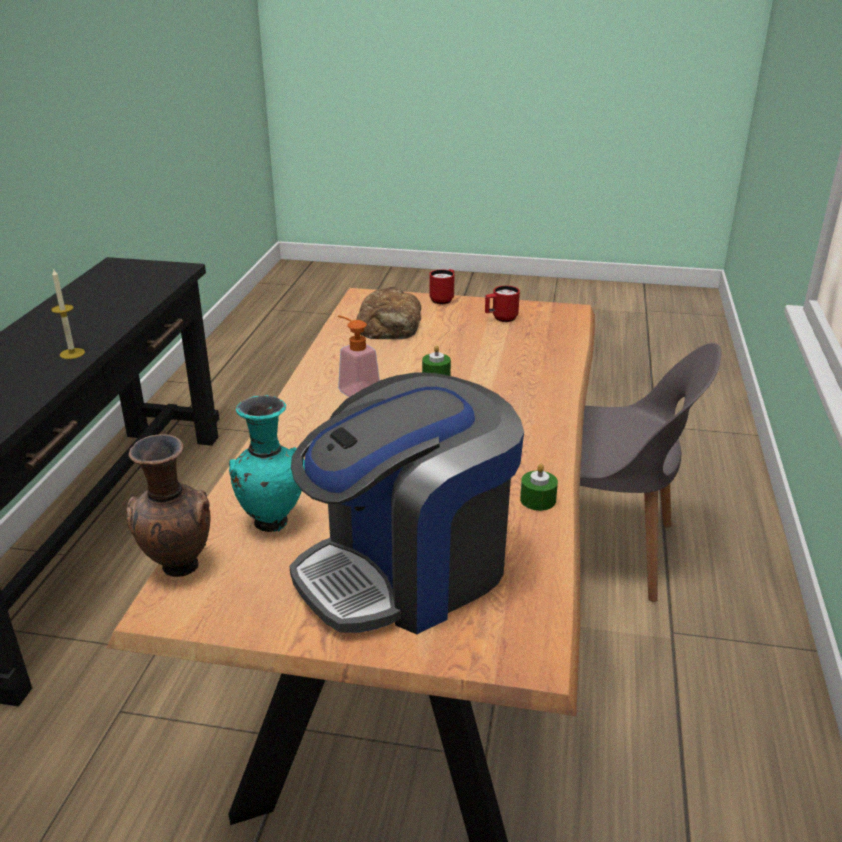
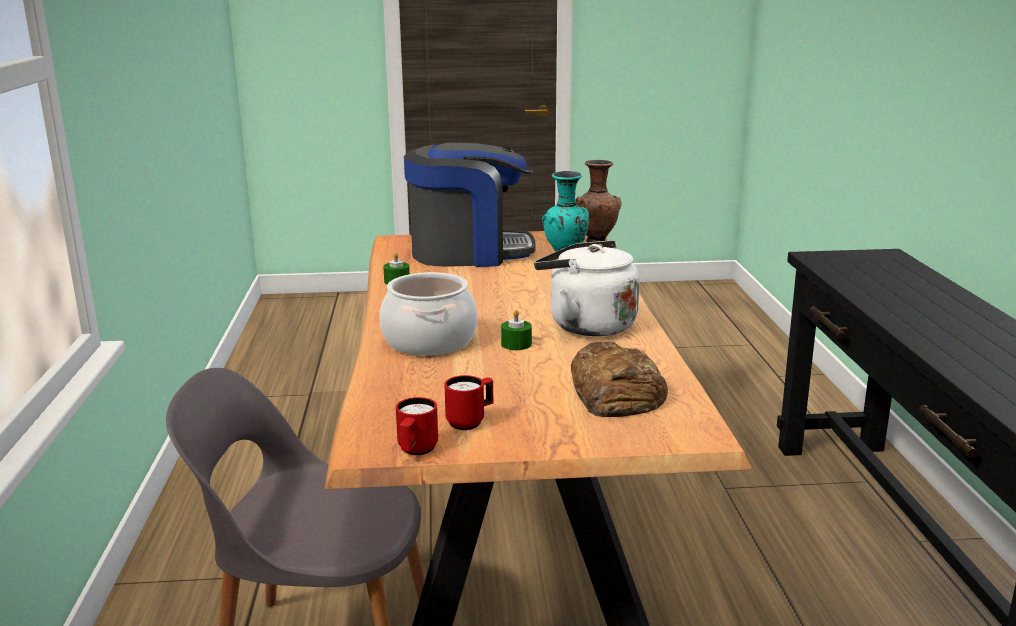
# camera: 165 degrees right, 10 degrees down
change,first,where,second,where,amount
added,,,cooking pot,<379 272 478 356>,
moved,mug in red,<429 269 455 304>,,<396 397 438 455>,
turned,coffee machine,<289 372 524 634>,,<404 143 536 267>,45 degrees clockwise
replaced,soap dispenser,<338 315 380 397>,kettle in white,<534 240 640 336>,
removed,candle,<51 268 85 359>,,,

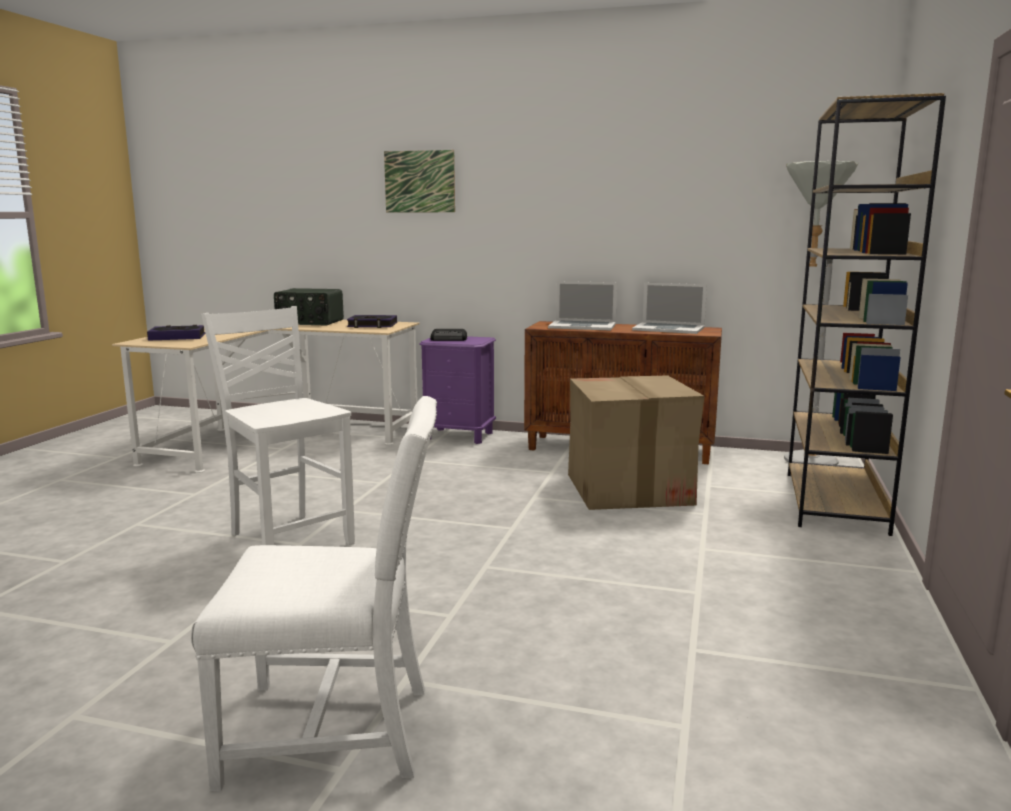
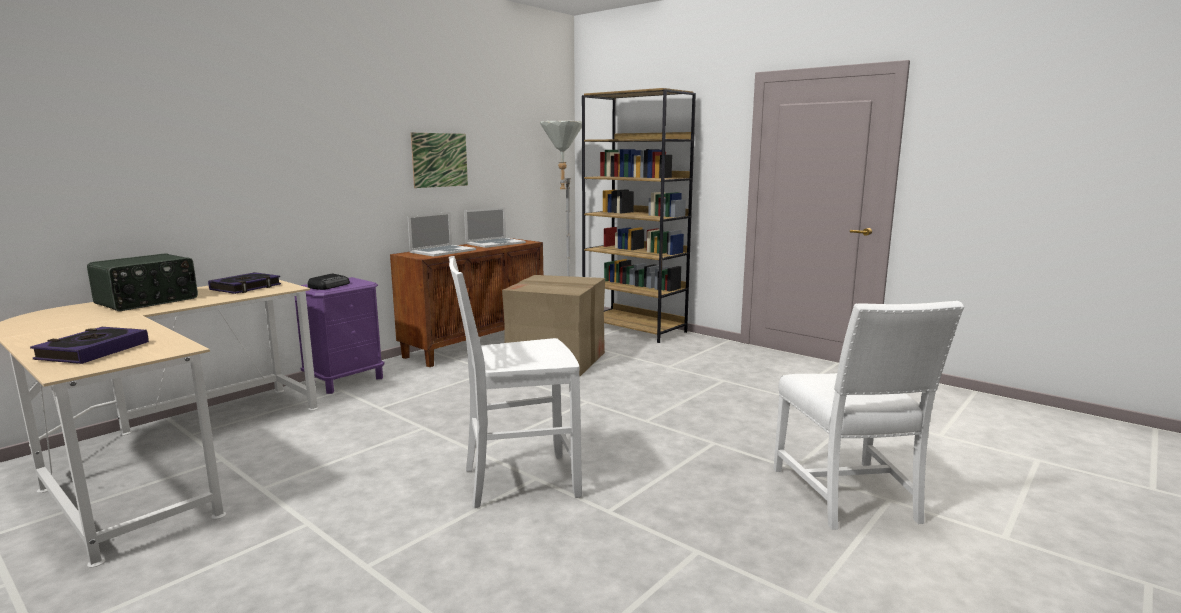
# camera: 65 degrees left, 0 degrees up
change,first,where,second,where,amount
moved,picture,<384 150 455 212>,,<411 133 468 188>,
turned,chair in white,<191 396 437 791>,,<773 301 964 530>,150 degrees clockwise

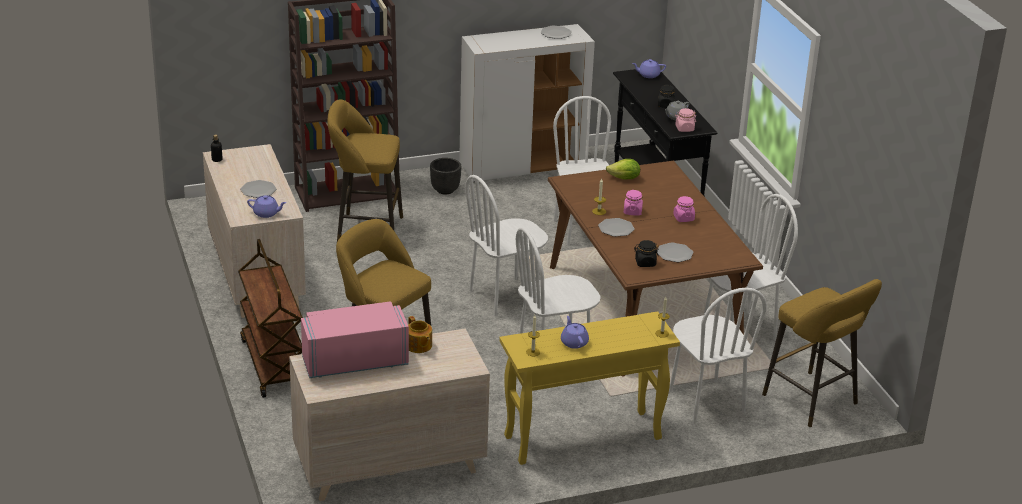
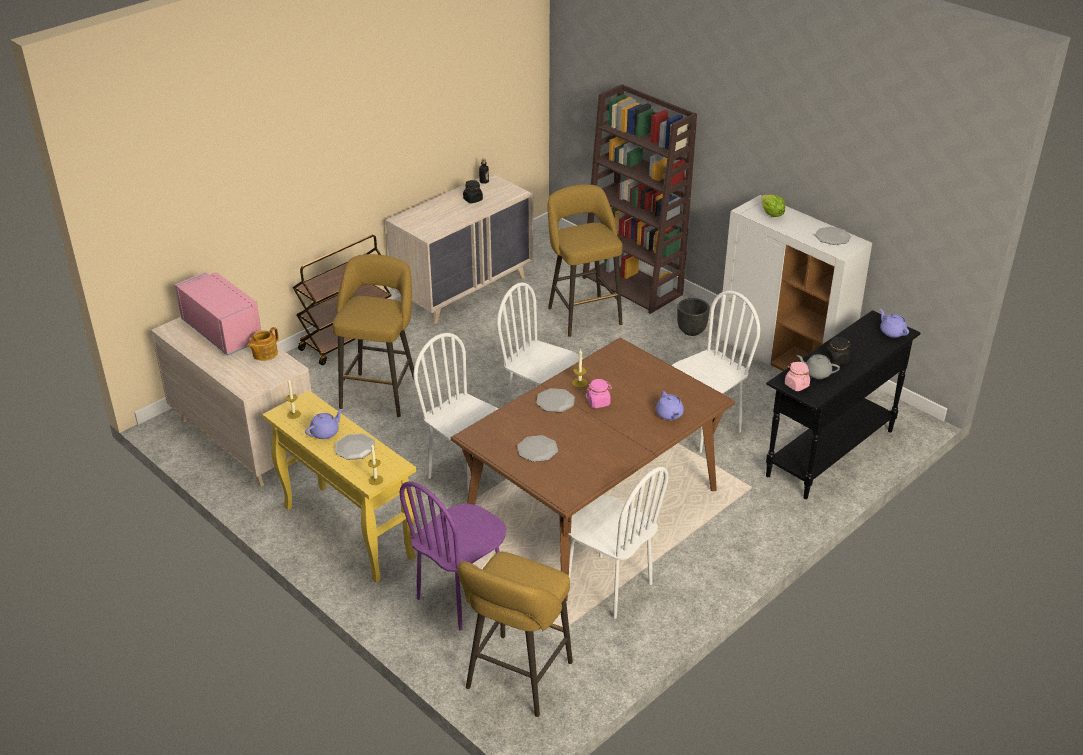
# camera: 65 degrees right, 5 degrees up
change,first,where,second,where,amount
moved,plate,<240 180 276 198>,,<335 433 375 460>,
recoloured,chair in white,<669 288 767 424>,chair in purple,<400 482 506 631>,
moved,jar in black,<635 240 659 267>,,<463 180 483 203>,
moved,teapot in purple,<247 195 286 218>,,<656 391 684 420>,
moved,lettuce,<606 159 640 179>,,<761 194 785 217>,
removed,jar in pink,<673 196 695 222>,,,

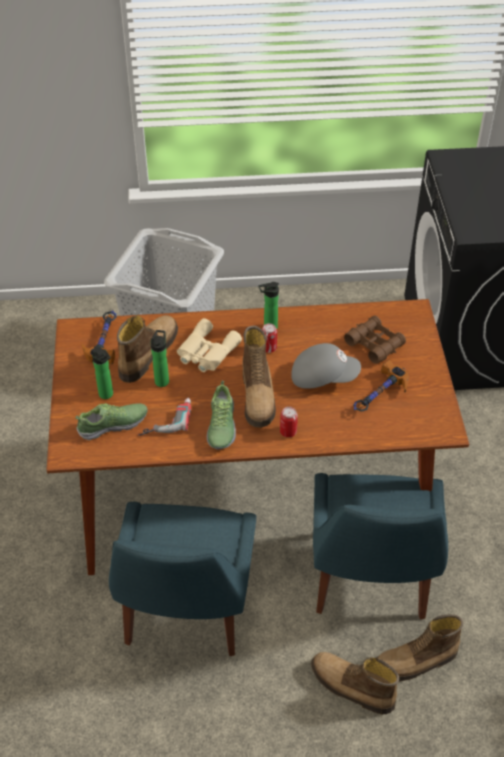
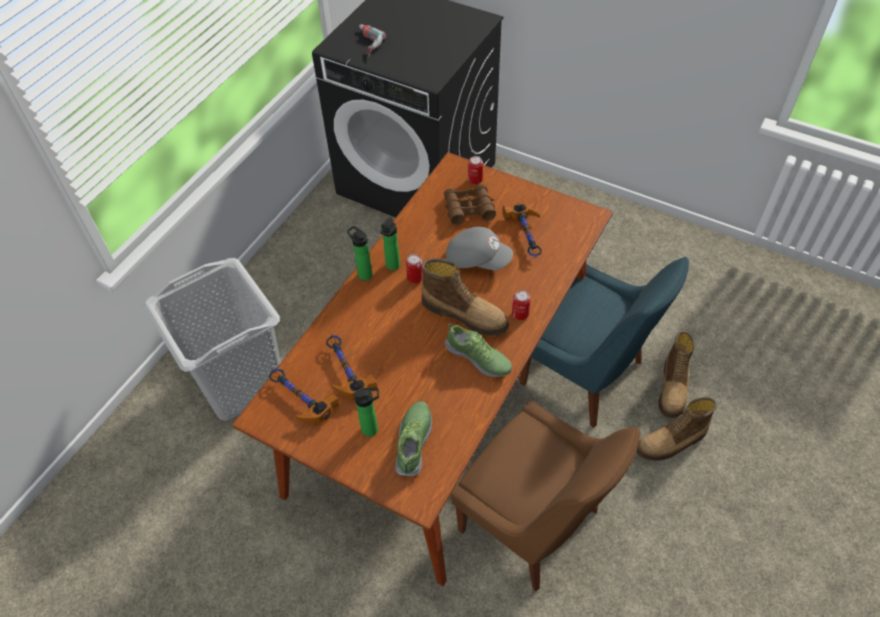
# camera: 55 degrees left, 5 degrees up
change,first,where,second,where,amount
replaced,boot,<117 315 178 383>,hammer,<326 334 377 399>,
moved,bottle,<151 330 169 387>,,<347 226 372 281>,
moved,power drill,<138 397 191 436>,,<359 24 386 58>,
turned,cap in grey,<291 343 361 389>,,<446 227 513 270>,75 degrees clockwise
recoloured,chair in blue,<109 502 256 656>,chair in brown,<450 401 641 591>,
added,,,can,<468 156 483 184>,
removed,binoculars in beige,<177 318 242 372>,,,

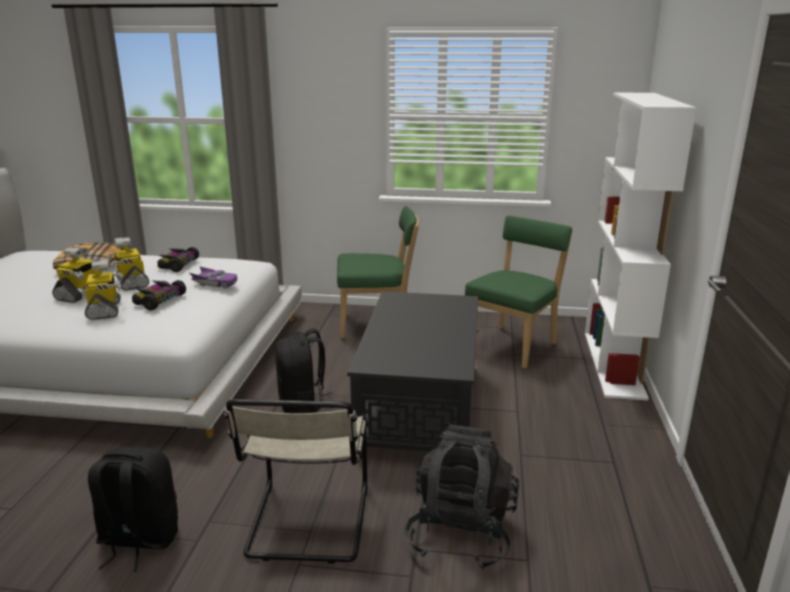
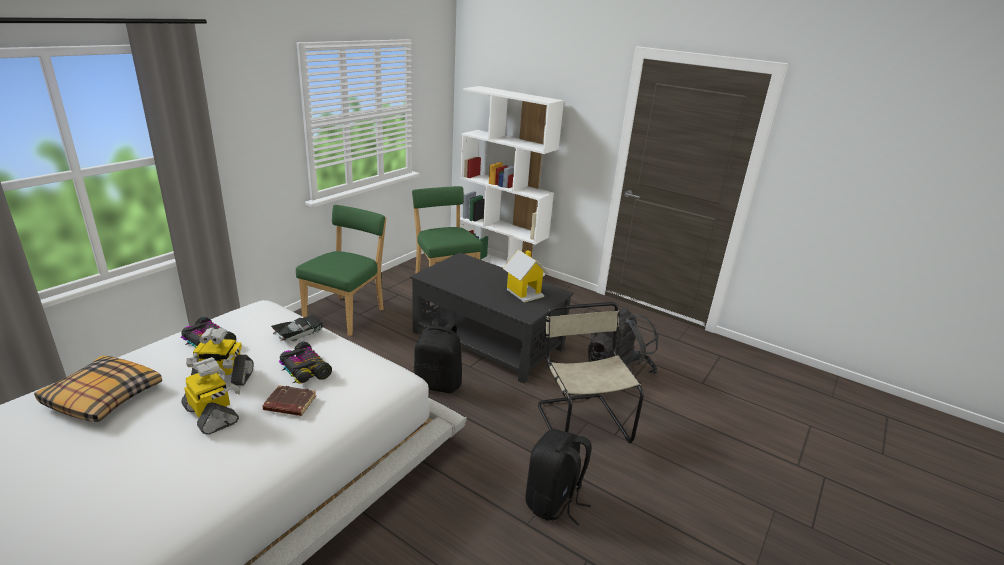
# camera: 65 degrees left, 5 degrees up
change,first,where,second,where,amount
replaced,toy robot,<85 259 123 320>,book in brown,<263 385 316 416>,
recoloured,toy car in purple,<190 266 238 289>,toy car in black,<271 316 323 342>,
added,,,toy house,<503 250 549 302>,
turned,chair in beige,<224 399 368 563>,,<538 302 644 443>,135 degrees counterclockwise

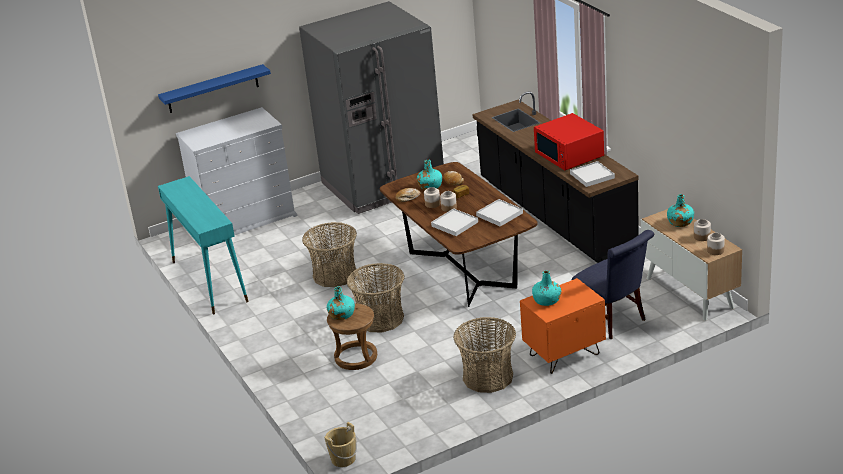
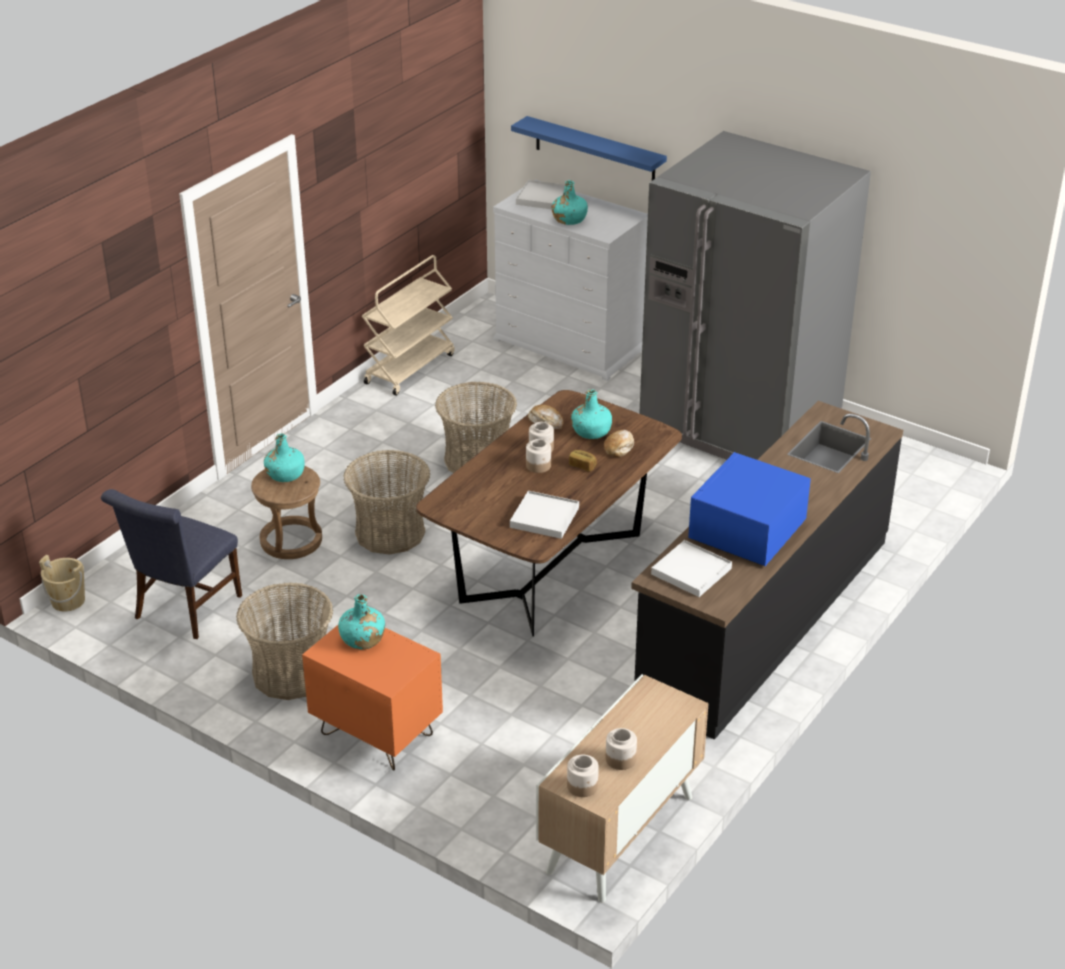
# camera: 60 degrees right, 5 degrees up
change,first,where,second,where,amount
moved,chair in blue,<572 230 654 339>,,<101 489 242 639>,
replaced,console table in turquoise,<158 176 249 314>,cart in beige,<362 255 455 396>,
moved,tray in white,<431 208 478 236>,,<516 180 565 209>,
moved,bottle in turquoise,<667 194 694 227>,,<552 180 588 225>,
recoloured,microwave in red,<534 113 604 170>,microwave in blue,<688 452 811 566>,

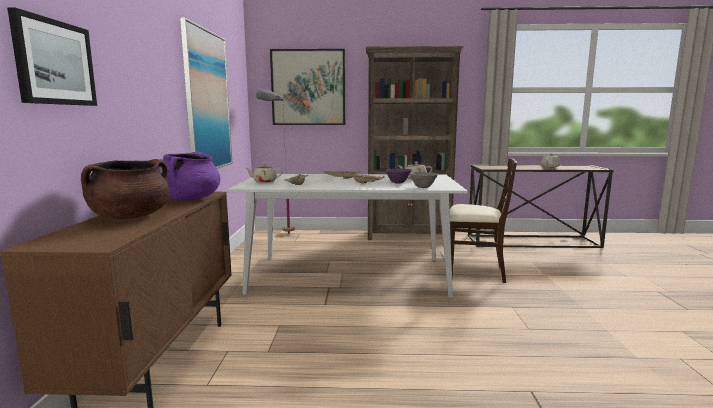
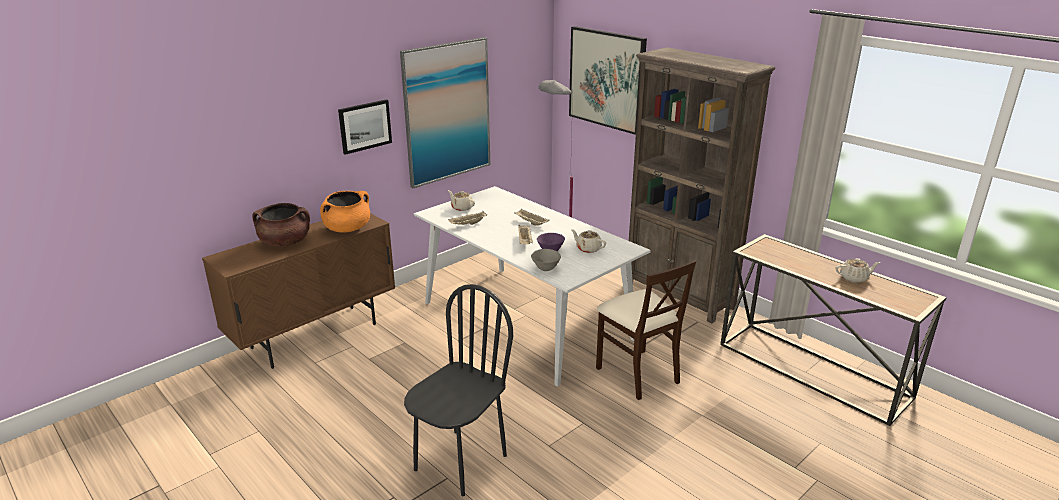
# camera: 45 degrees right, 15 degrees up
change,first,where,second,where,amount
recoloured,cooking pot in purple,<158 152 221 201>,cooking pot in orange,<320 191 370 233>,
moved,picture,<7 7 97 106>,,<338 99 392 155>,
added,,,chair in black,<404 284 513 496>,

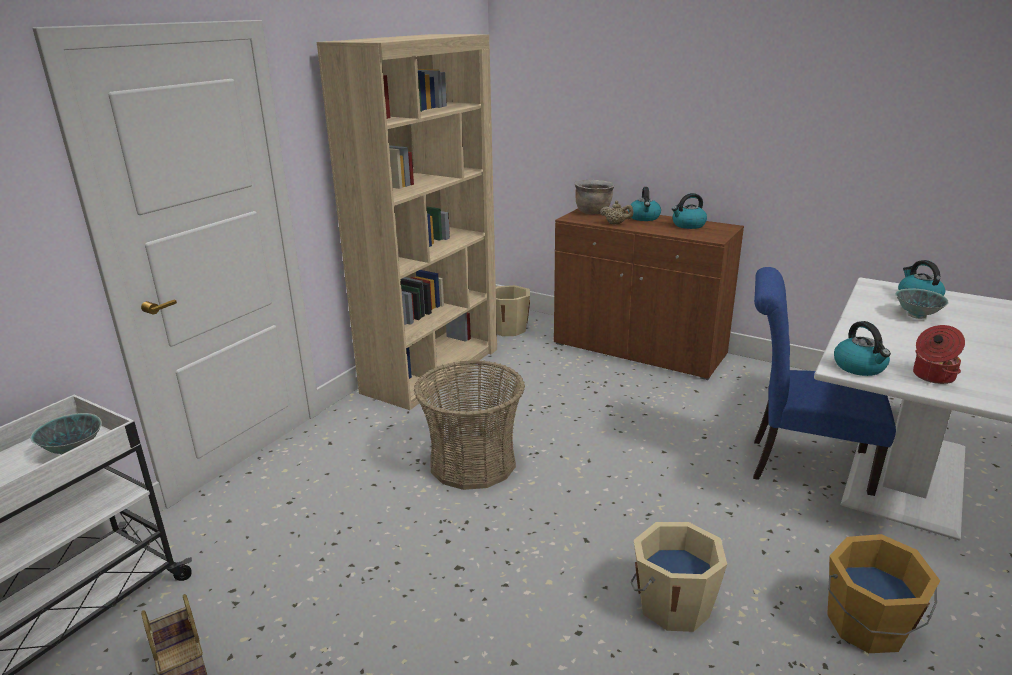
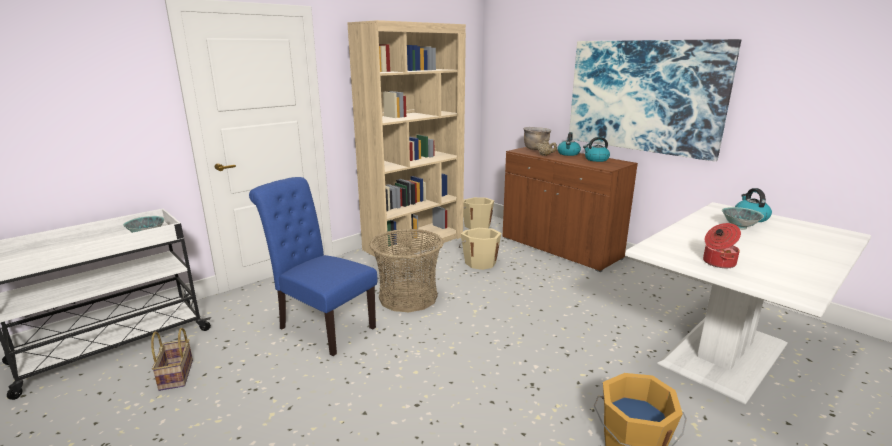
# camera: 15 degrees right, 5 degrees down
change,first,where,second,where,amount
moved,chair in blue,<753 267 896 496>,,<249 177 377 356>,
moved,bucket in beige,<631 522 727 632>,,<459 228 501 270>,
added,,,picture,<569 39 741 162>,
removed,kettle,<834 321 891 376>,,,

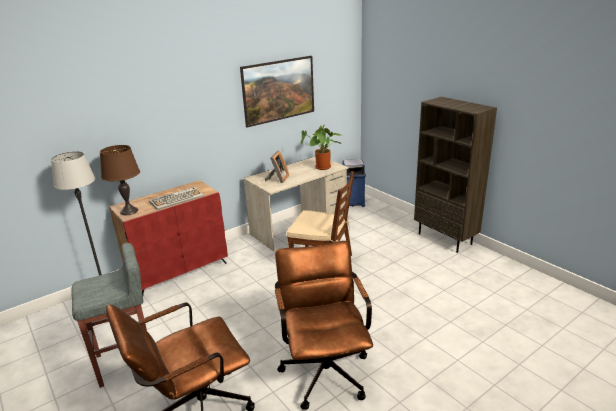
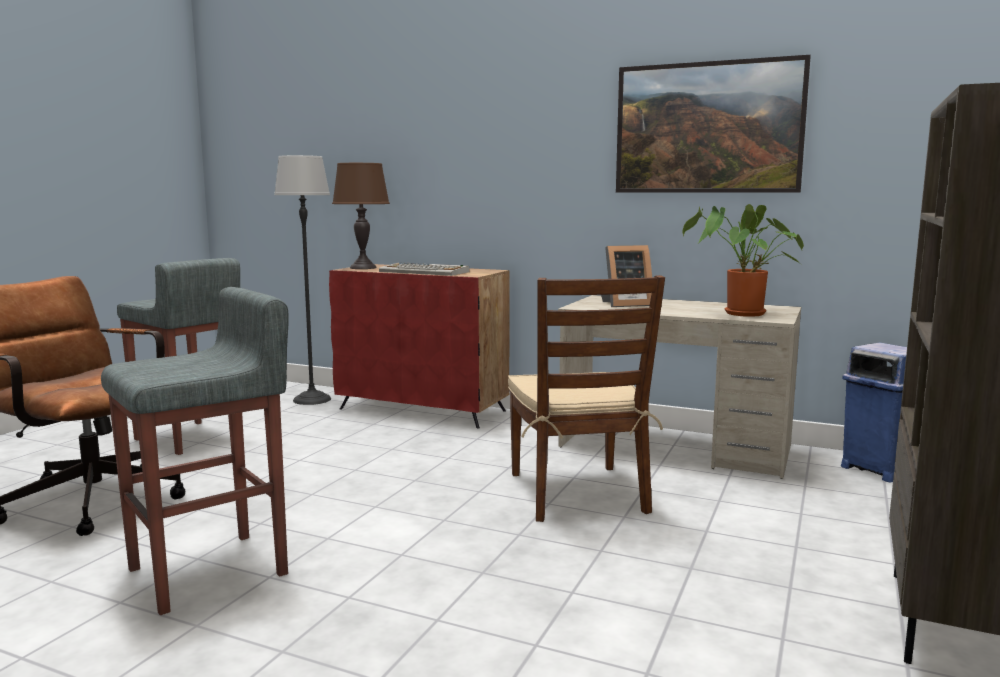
# camera: 60 degrees right, 15 degrees down
change,first,where,second,where,amount
replaced,office chair in brown,<275 241 373 410>,stool in grey,<101 287 288 615>,

